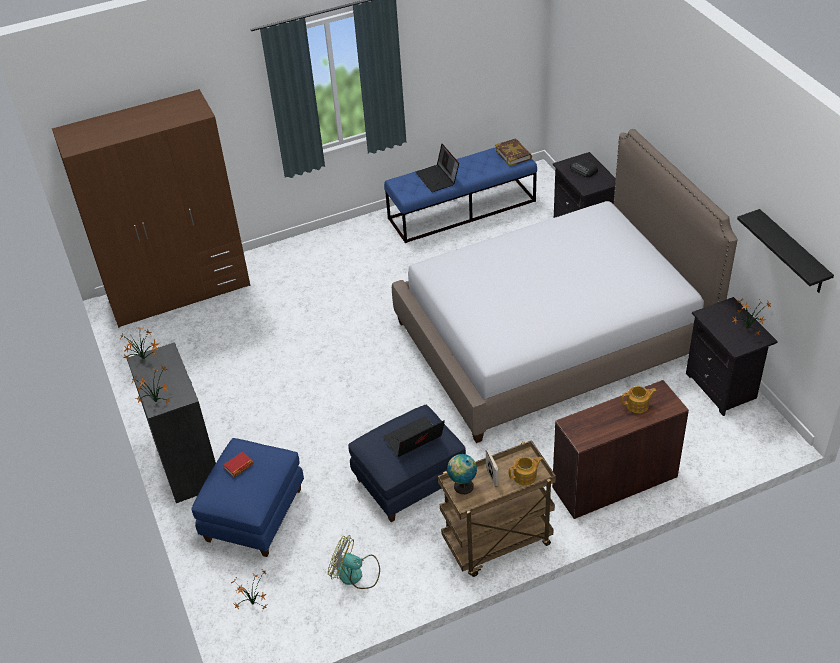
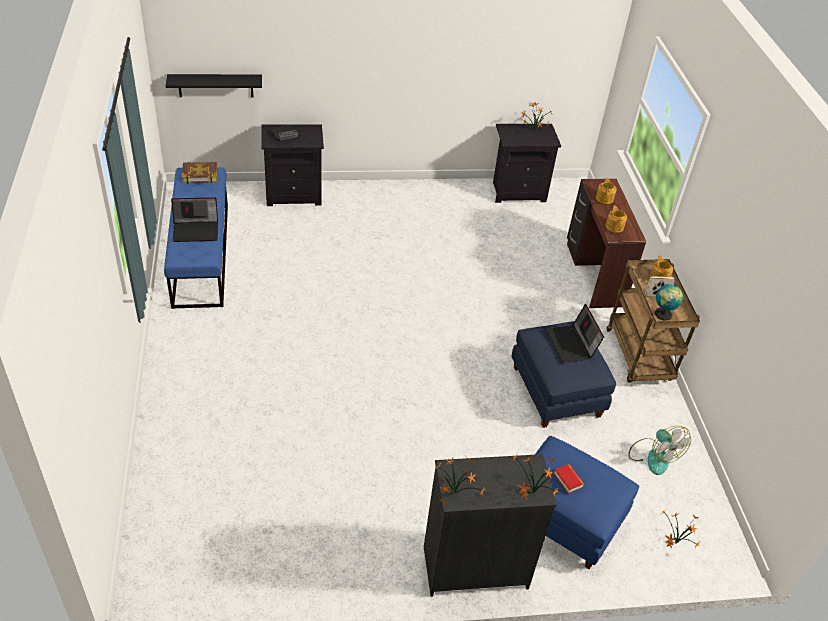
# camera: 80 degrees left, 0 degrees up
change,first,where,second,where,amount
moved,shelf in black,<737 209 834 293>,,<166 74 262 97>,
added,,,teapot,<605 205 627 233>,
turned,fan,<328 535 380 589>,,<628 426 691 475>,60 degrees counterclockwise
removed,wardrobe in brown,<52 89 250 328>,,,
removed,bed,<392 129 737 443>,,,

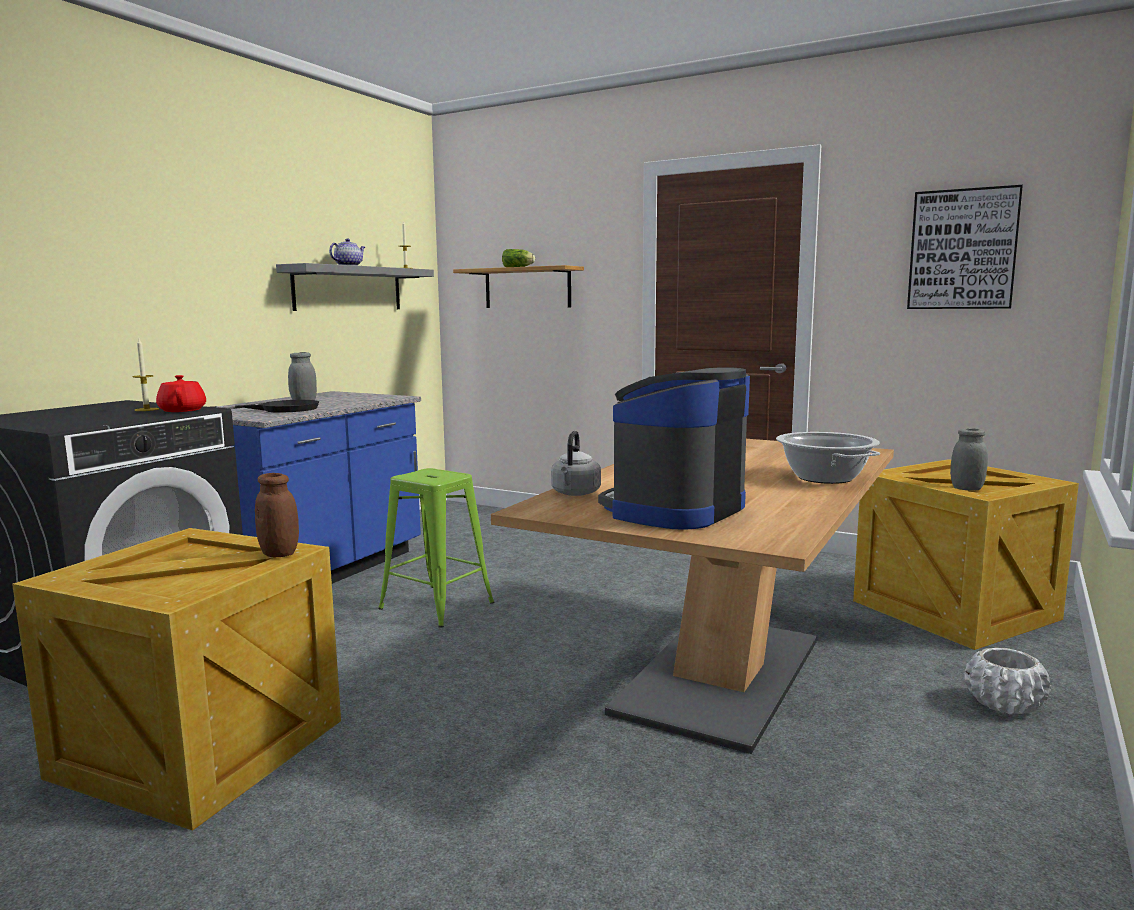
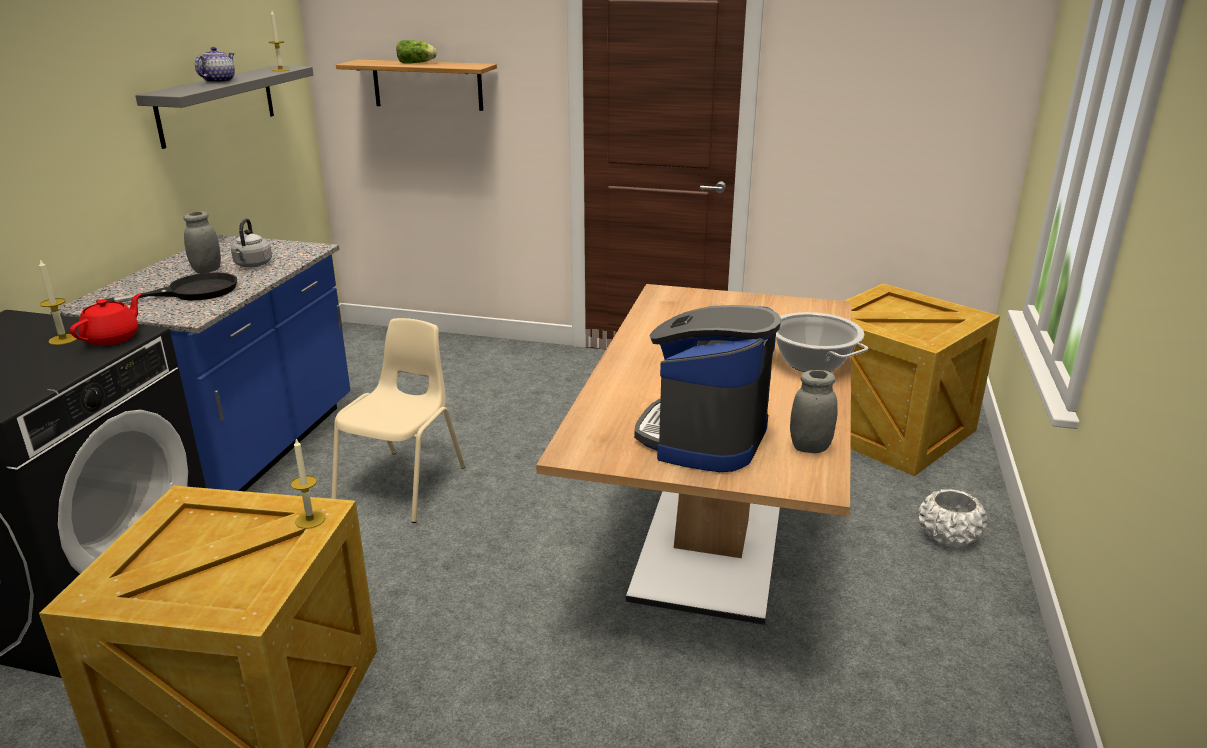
# camera: 15 degrees left, 15 degrees up
change,first,where,second,where,amount
turned,teapot in red,<156 375 206 412>,,<70 294 141 346>,60 degrees clockwise
moved,kettle in grey,<551 431 601 496>,,<231 218 272 267>,
replaced,jar in brown,<255 473 299 557>,candle,<291 439 325 529>,
replaced,stool in green,<378 468 494 628>,chair in beige,<332 318 465 523>,
moved,jar in grey,<950 428 988 491>,,<790 370 838 453>,
removed,picture,<907 185 1023 309>,,,

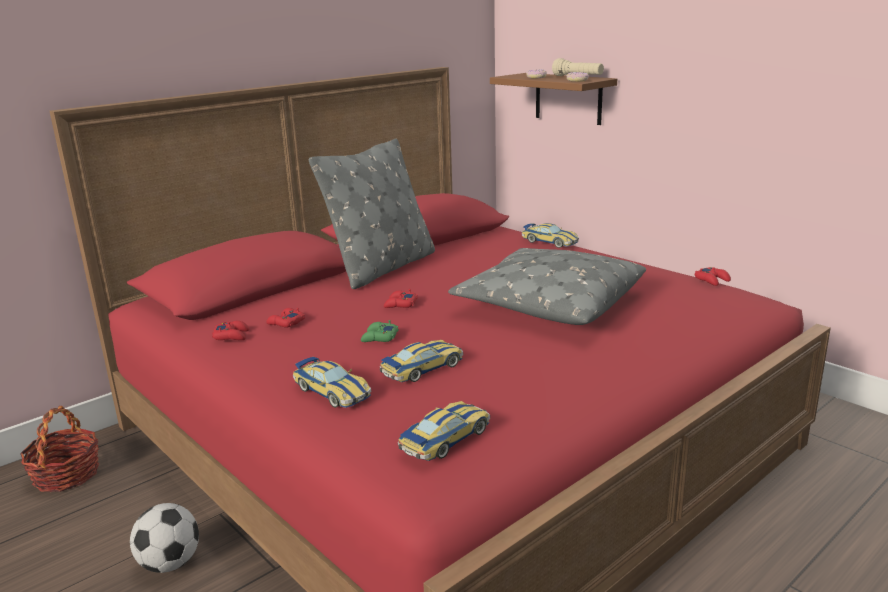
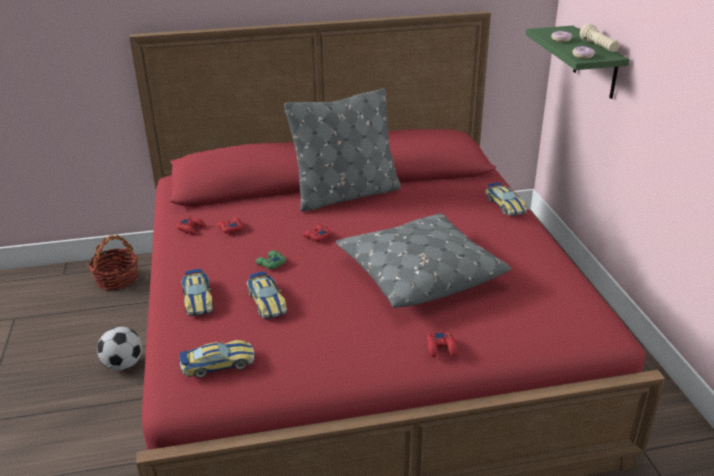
# camera: 30 degrees right, 10 degrees up
change,first,where,second,where,amount
turned,toy car,<380 340 464 382>,,<247 271 287 319>,75 degrees clockwise
moved,game controller in red,<694 267 731 286>,,<427 332 457 357>,
recoloured,shelf in brown,<490 73 617 125>,shelf in green,<526 26 629 99>,

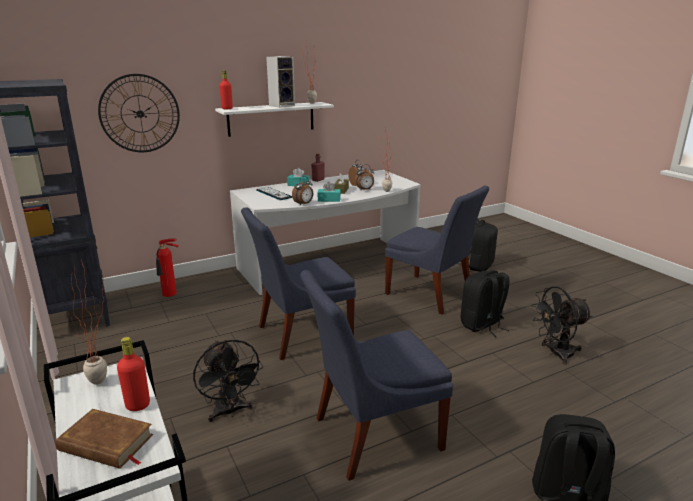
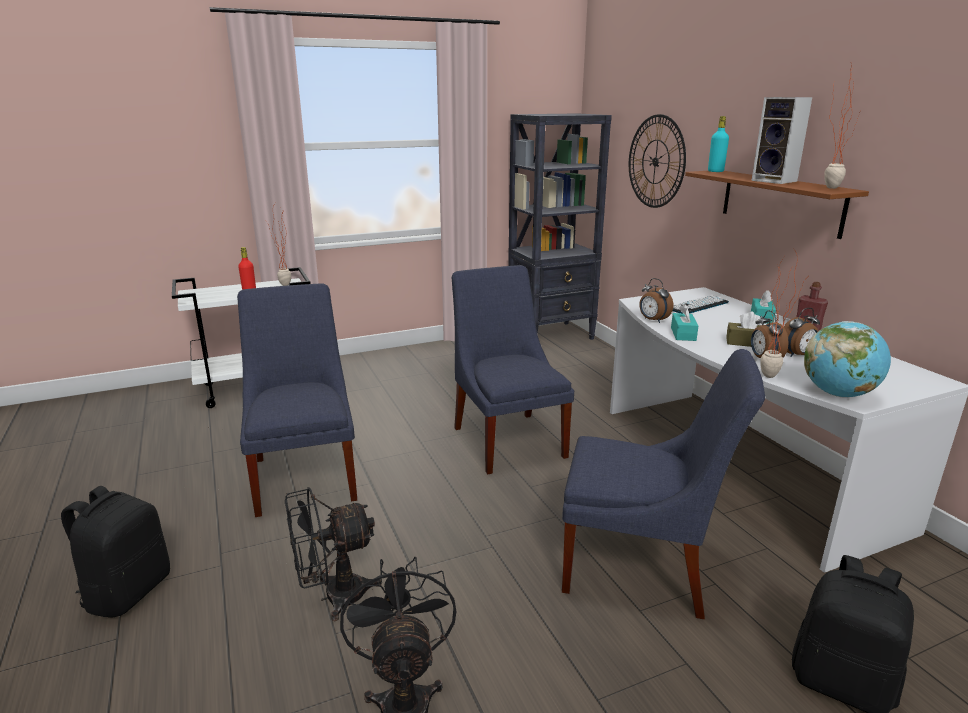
# camera: 95 degrees right, 0 degrees up
change,first,where,second,where,amount
moved,fan in black,<193 340 263 422>,,<285 487 382 621>,
turned,chair in blue,<385 186 489 315>,,<562 349 765 619>,120 degrees counterclockwise
recoloured,shelf in white,<215 102 334 137>,shelf in brown,<685 171 869 239>,
recoloured,bottle in red,<220 71 233 109>,bottle in turquoise,<708 116 729 172>,
added,,,globe,<804 321 891 398>,
removed,book in brown,<55 409 153 469>,,,
removed,fire extinguisher,<156 238 179 297>,,,
removed,backpack in black,<461 270 510 337>,,,

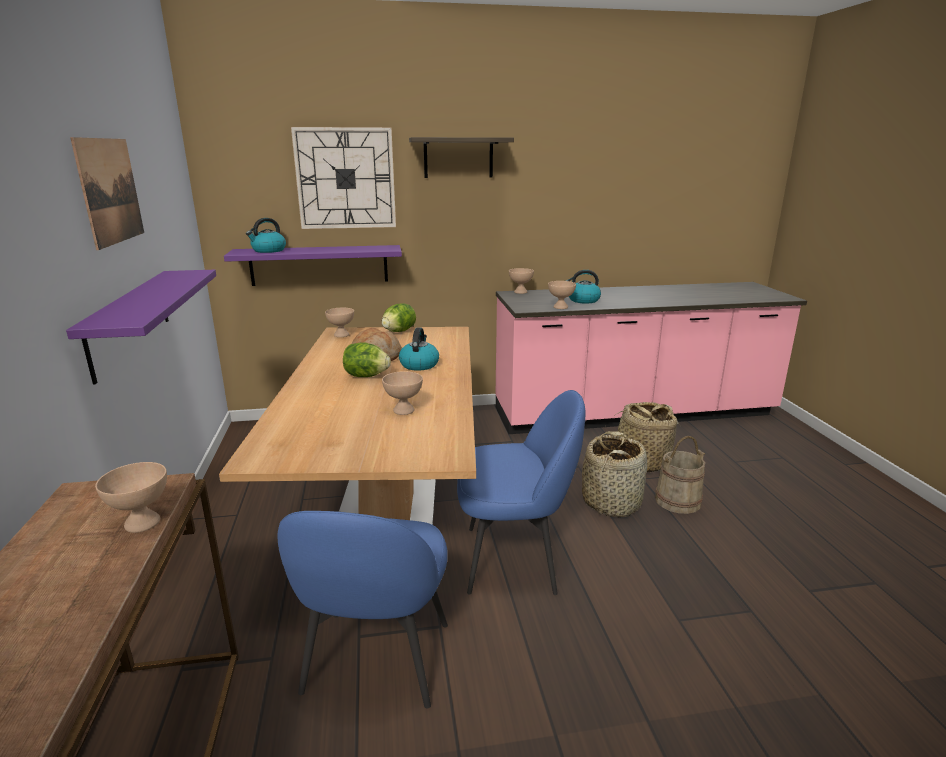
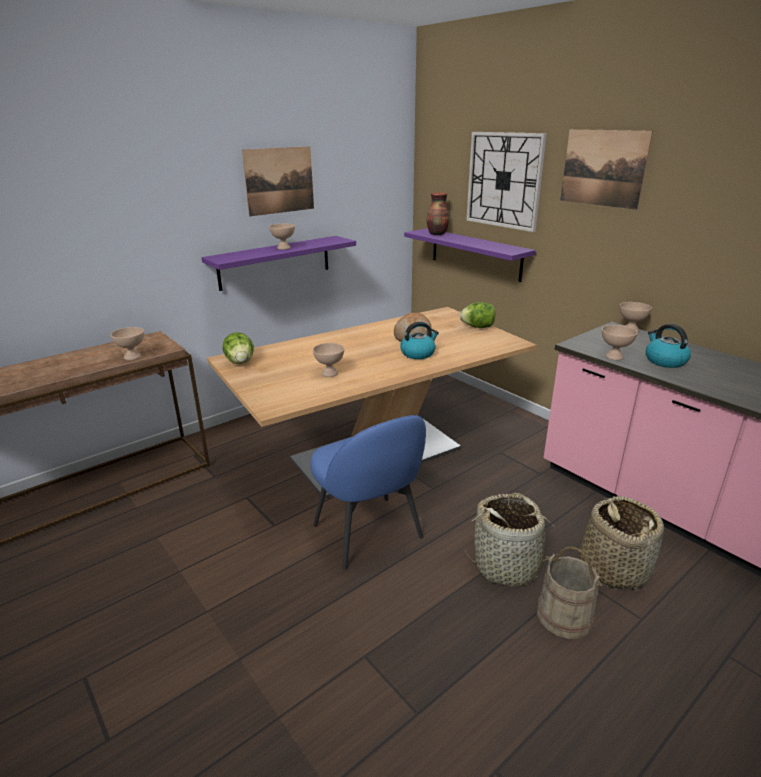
# camera: 60 degrees right, 5 degrees up
change,first,where,second,where,amount
moved,lettuce,<343 342 391 377>,,<223 332 254 364>,
moved,bowl in beige,<325 308 354 337>,,<269 224 295 250>,
replaced,kettle,<246 218 286 253>,vase,<427 192 449 235>,
replaced,shelf,<409 137 514 178>,picture,<560 129 653 210>,
removed,chair in blue,<277 511 448 708>,,,

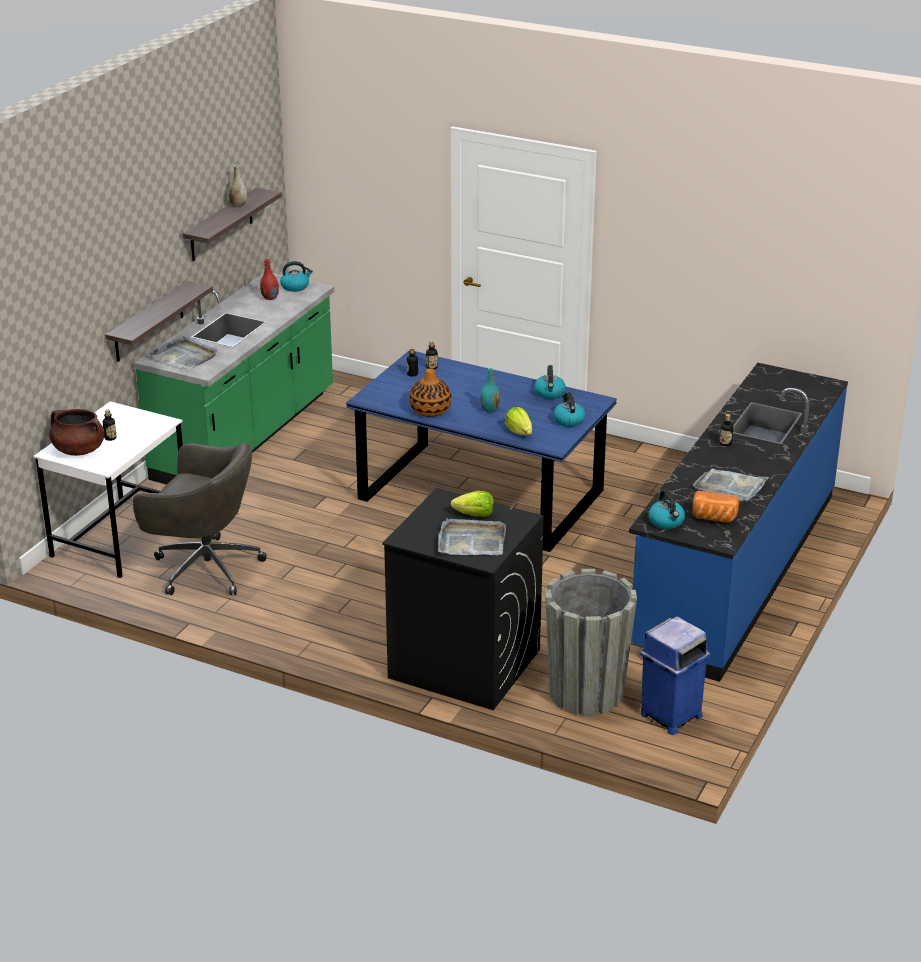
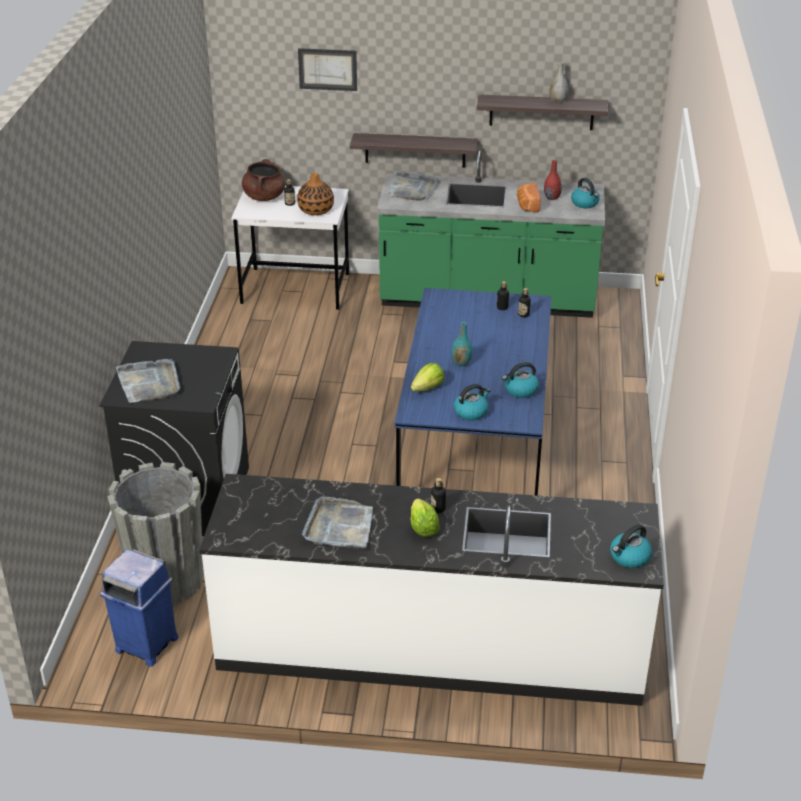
# camera: 70 degrees right, 5 degrees up
change,first,where,second,where,amount
recoloured,counter in blue,<629 363 848 682>,counter in white,<199 474 664 706>,
moved,vase,<409 368 452 417>,,<297 173 334 215>,
added,,,picture,<298 48 357 91>,
moved,lettuce,<451 491 494 517>,,<411 498 440 537>,
moved,bread,<693 491 739 523>,,<517 183 541 213>,
moved,kettle,<649 490 685 529>,,<610 524 652 568>,
removed,office chair in grey,<133 443 267 595>,,,

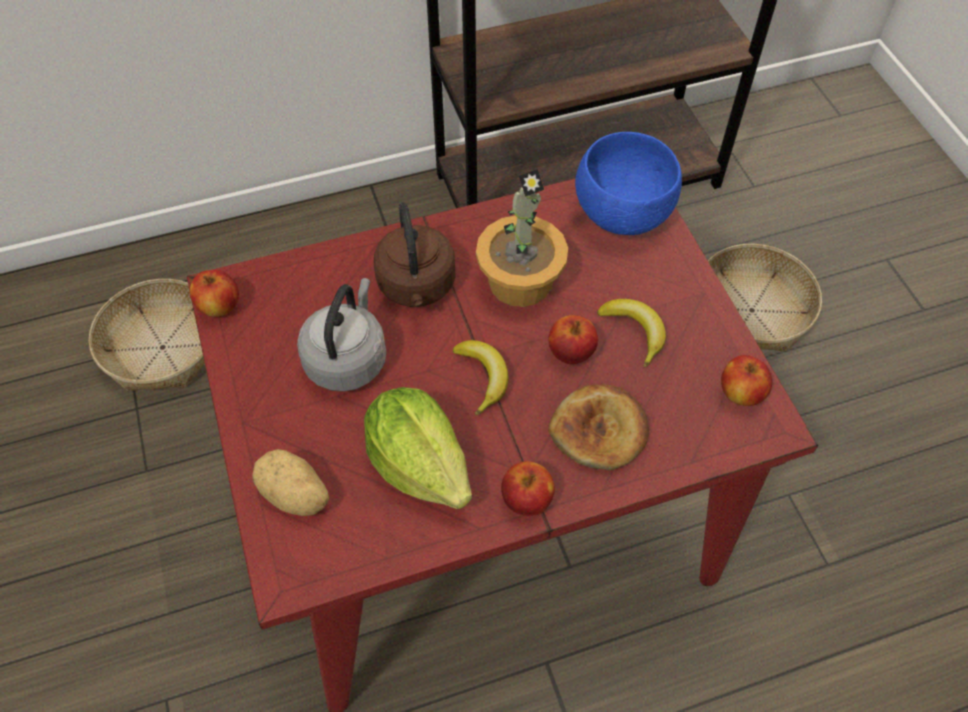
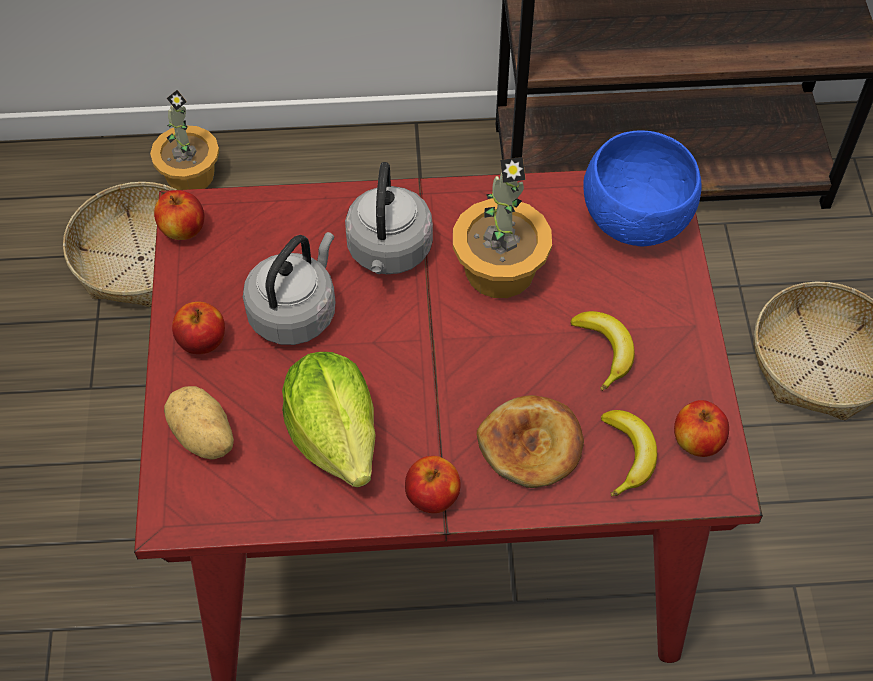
# camera: 15 degrees right, 0 degrees up
change,first,where,second,where,amount
added,,,potted plant,<150 90 219 190>,
moved,apple,<548 315 598 364>,,<172 302 225 354>,
recoloured,kettle in brown,<374 202 456 307>,kettle in grey,<345 162 433 274>,
moved,banana,<452 340 508 415>,,<601 410 657 496>,

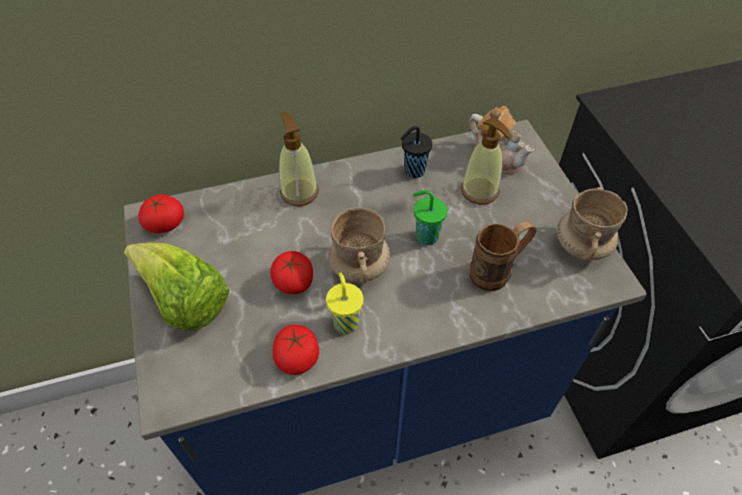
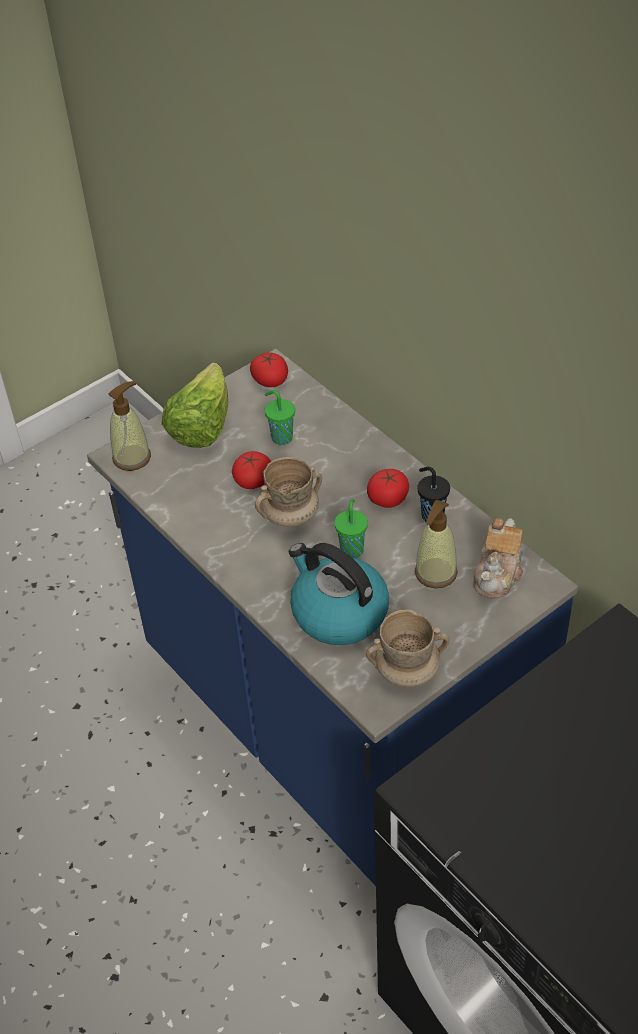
# camera: 70 degrees right, 5 degrees down
change,first,where,second,where,amount
moved,soap dispenser,<279 112 319 206>,,<108 381 151 471>,
added,,,cup in green,<265 390 295 445>,
replaced,mug in brown,<470 221 536 291>,kettle,<289 543 389 645>,
moved,tomato,<273 325 319 375>,,<367 469 409 508>,
removed,cup in yellow,<326 272 363 334>,,,

